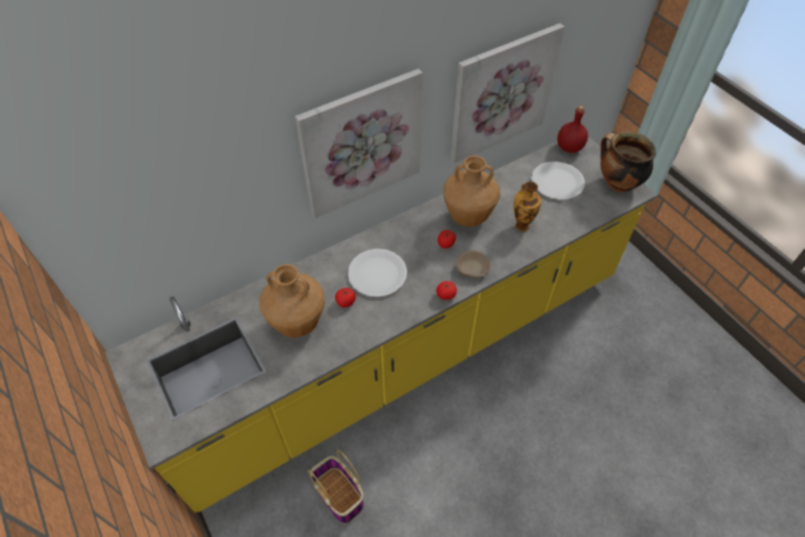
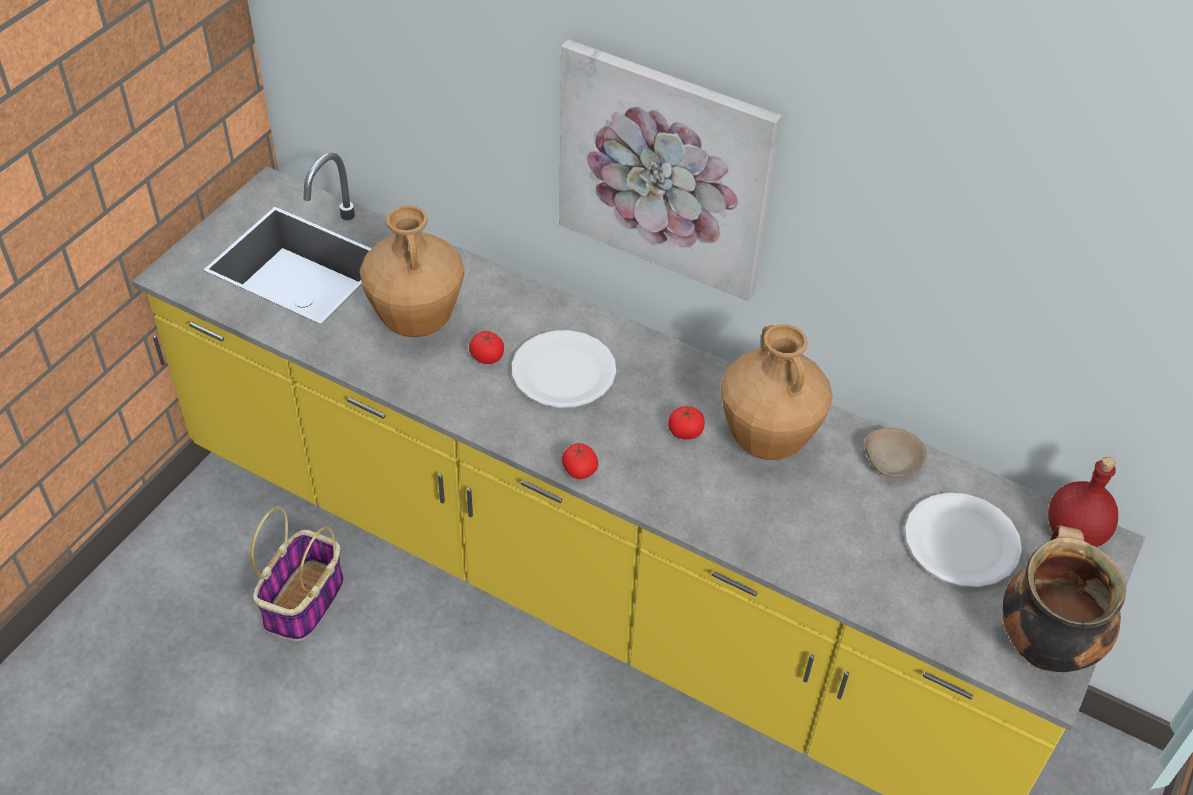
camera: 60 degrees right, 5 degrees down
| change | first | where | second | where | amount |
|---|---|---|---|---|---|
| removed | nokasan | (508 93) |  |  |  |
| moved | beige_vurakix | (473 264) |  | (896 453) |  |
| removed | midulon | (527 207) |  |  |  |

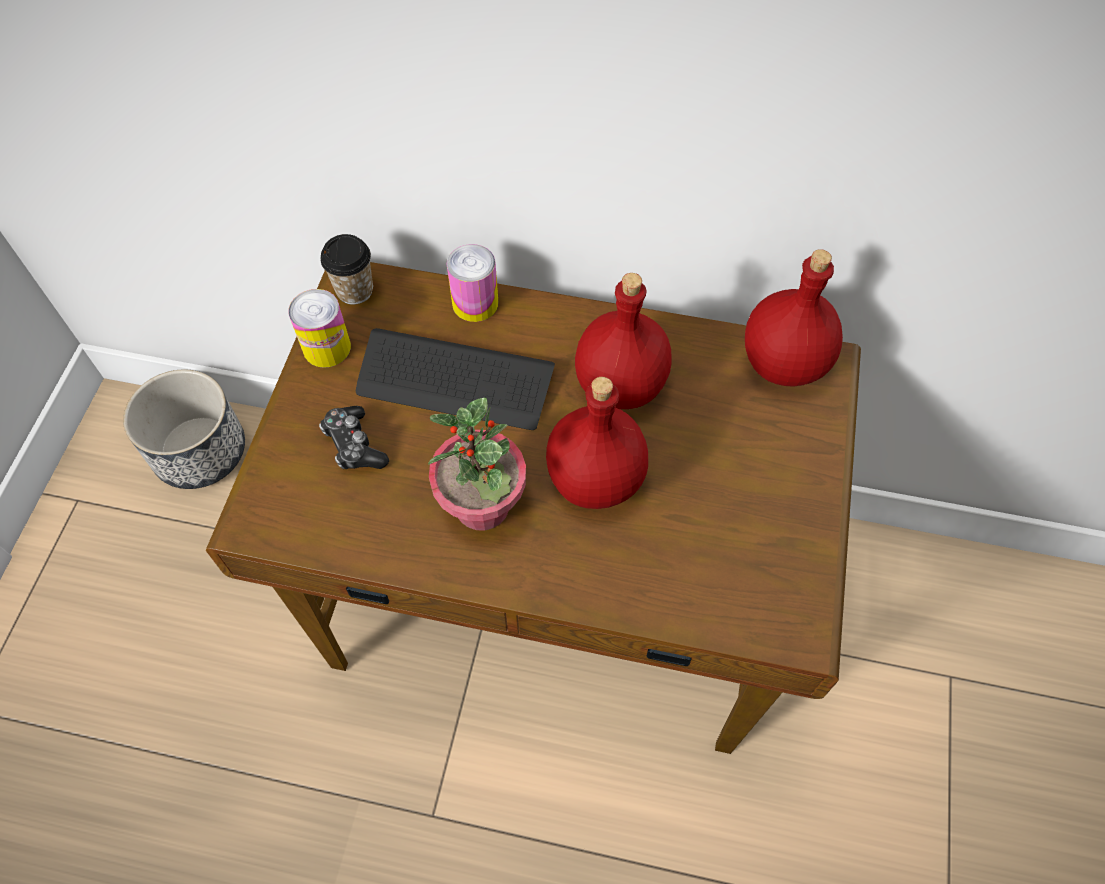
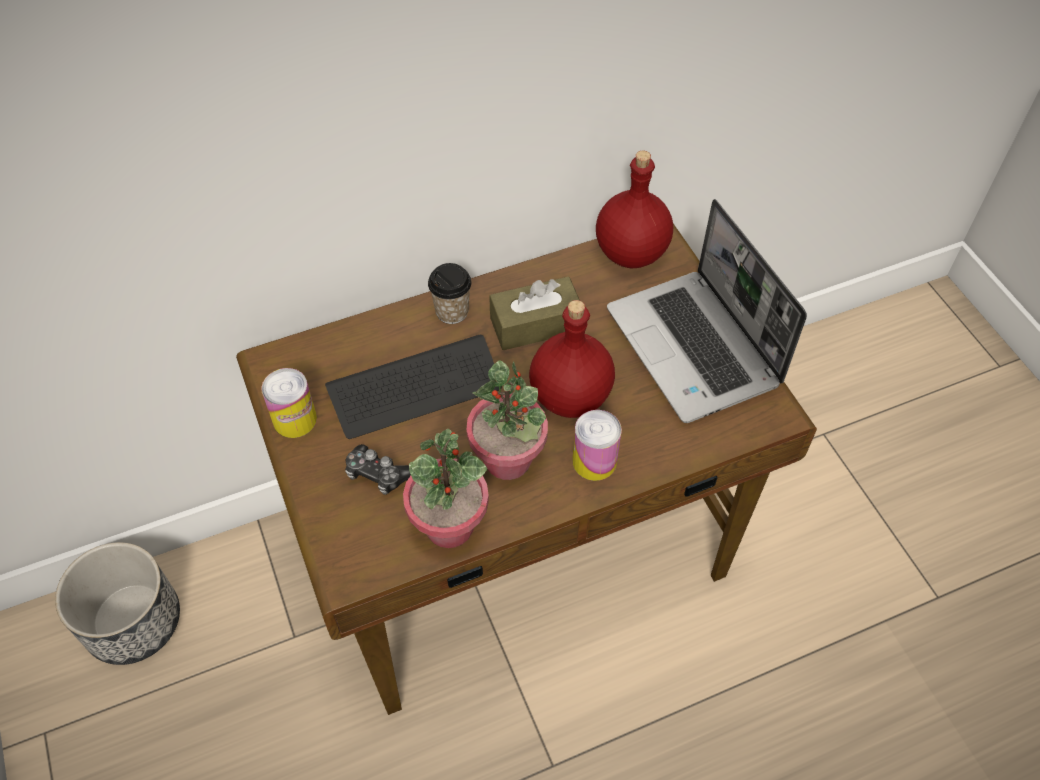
camera: 35 degrees left, 5 degrees down
| change | first | where | second | where | amount |
|---|---|---|---|---|---|
| moved | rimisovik | (346 269) |  | (450 293) |  |
| moved | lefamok | (472 283) |  | (597 445) |  |
| replaced | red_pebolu | (623 341) | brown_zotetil | (534 313) |  |
| added |  |  | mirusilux | (446 488) |  |
| added |  |  | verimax | (707 311) |  |

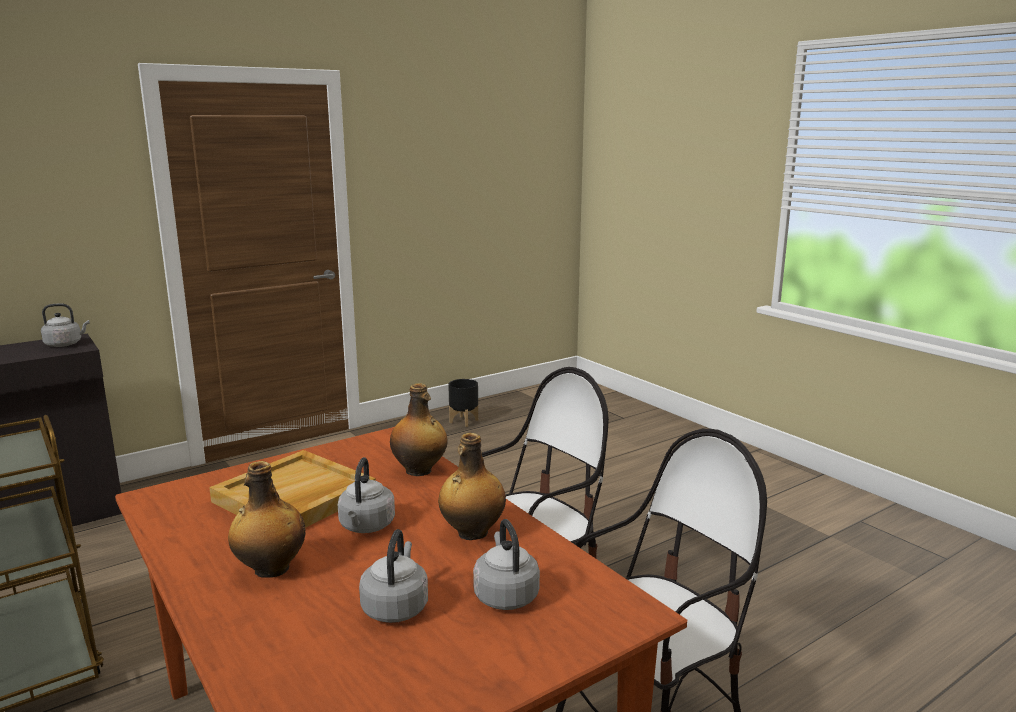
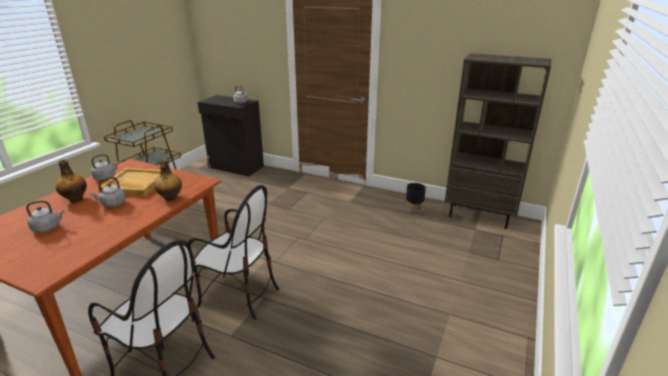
camera: 60 degrees right, 10 degrees up
| change | first | where | second | where | amount |
|---|---|---|---|---|---|
| removed | pebolu | (472 486) |  |  |  |
| moved | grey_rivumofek | (506 564) |  | (105 167) |  |
| added |  |  | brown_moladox | (498 141) |  |

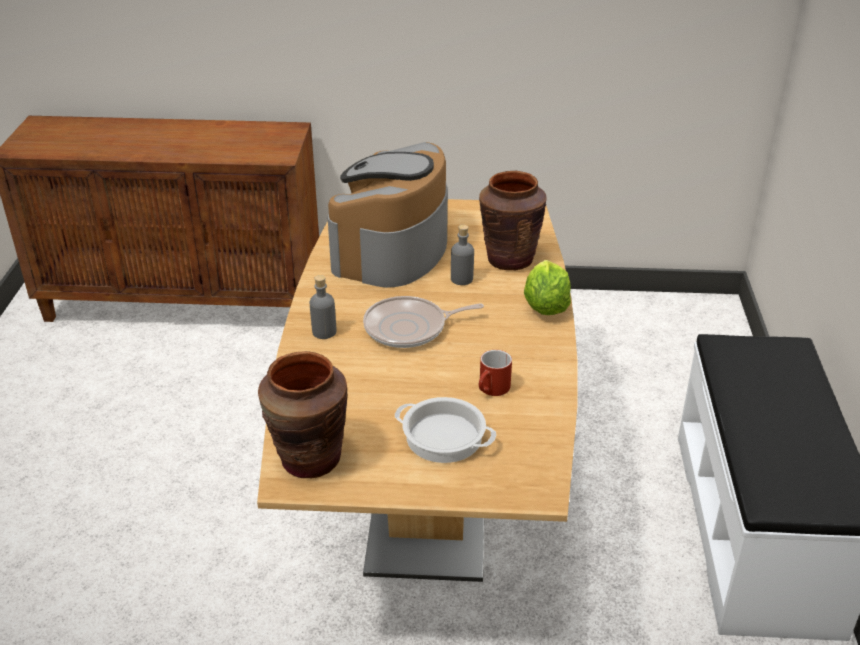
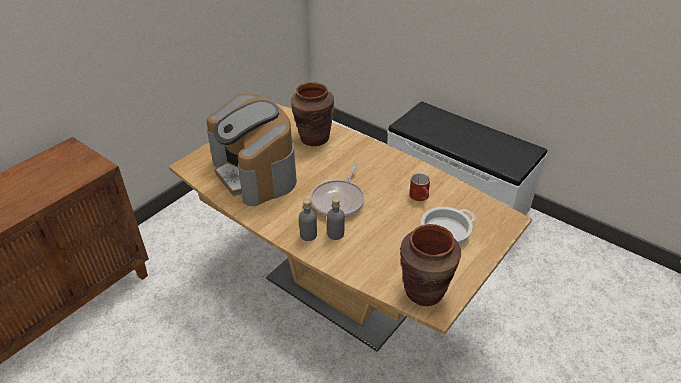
camera: 55 degrees left, 5 degrees up
| change | first | where | second | where | amount |
|---|---|---|---|---|---|
| moved | grey_pebolu | (462 255) |  | (336 218) |  |
| removed | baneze | (547 287) |  |  |  |

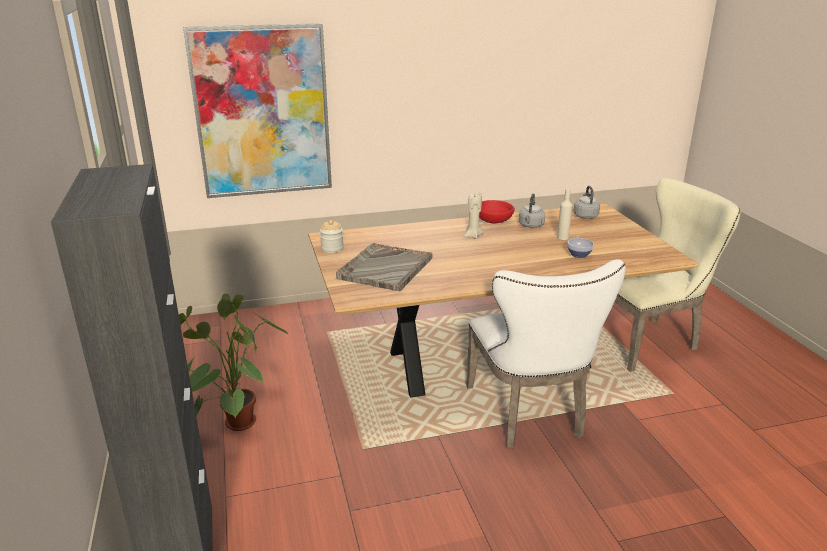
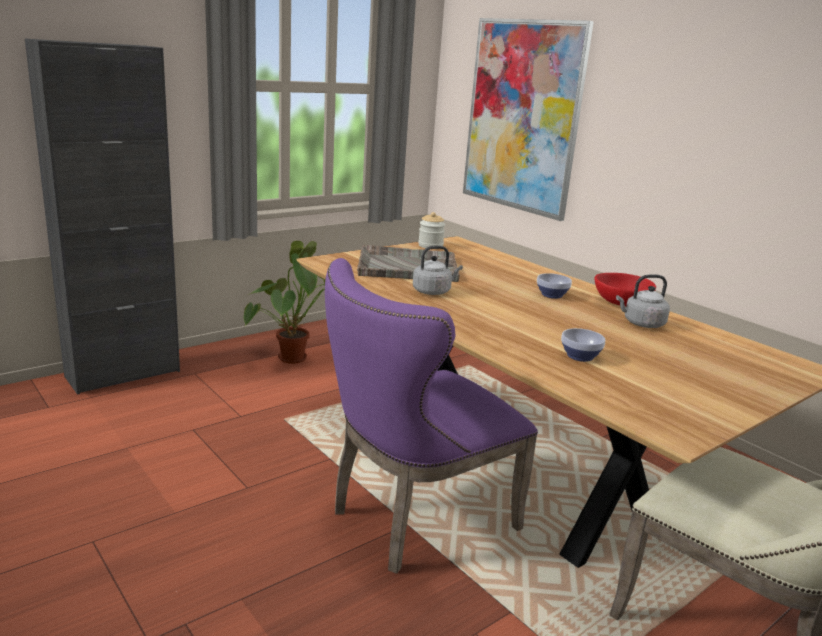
camera: 65 degrees right, 5 degrees down
| change | first | where | second | where | amount |
|---|---|---|---|---|---|
| replaced | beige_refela | (474 215) | vurakix | (554 286) |  |
| recoloured | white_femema | (545 353) | purple_femema | (431 416) |  |
| removed | beige_pebolu | (564 214) |  |  |  |
| moved | grey_rivumofek | (587 202) |  | (438 270) |  |

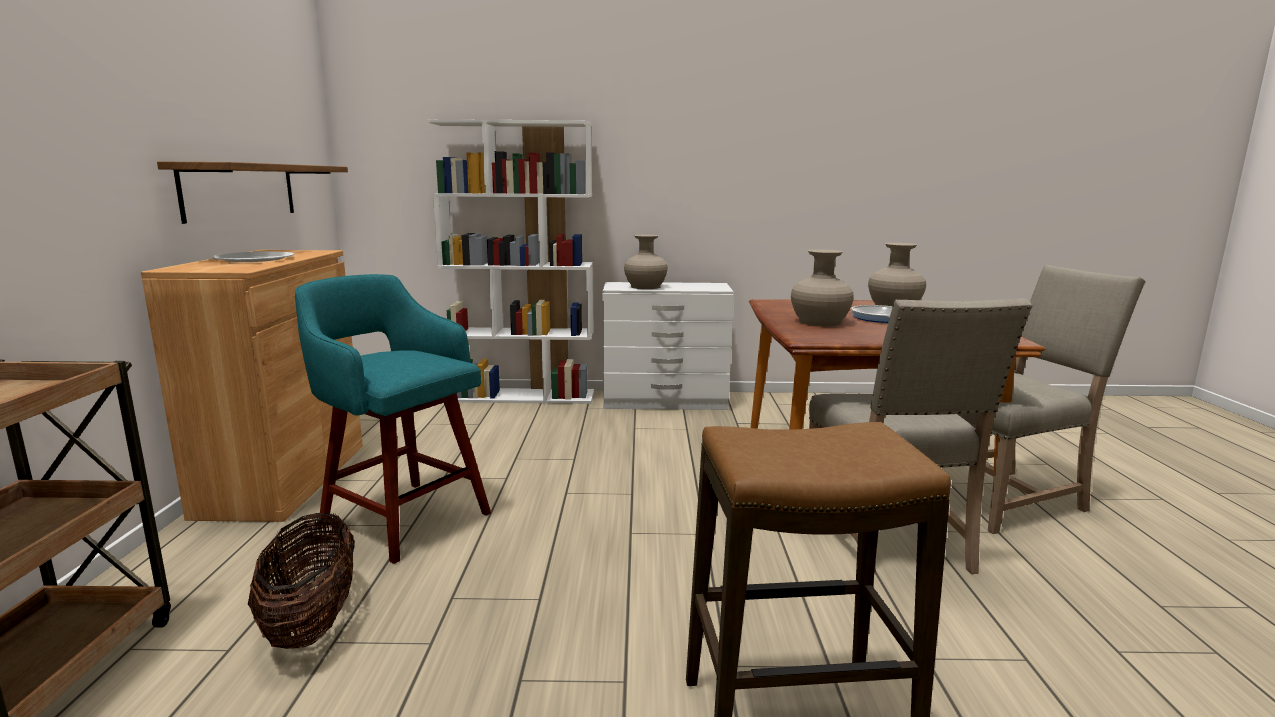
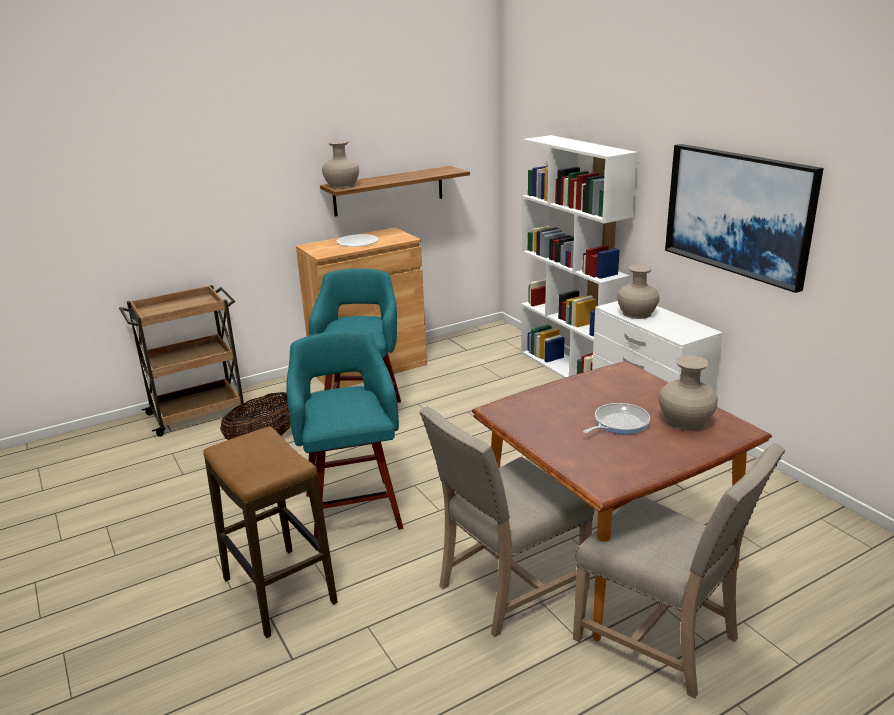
camera: 60 degrees right, 10 degrees up
| change | first | where | second | where | amount |
|---|---|---|---|---|---|
| moved | beige_midulon | (822 287) |  | (340 164) |  |
| added |  |  | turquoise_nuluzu | (345 435) |  |
| added |  |  | nokasan | (744 218) |  |

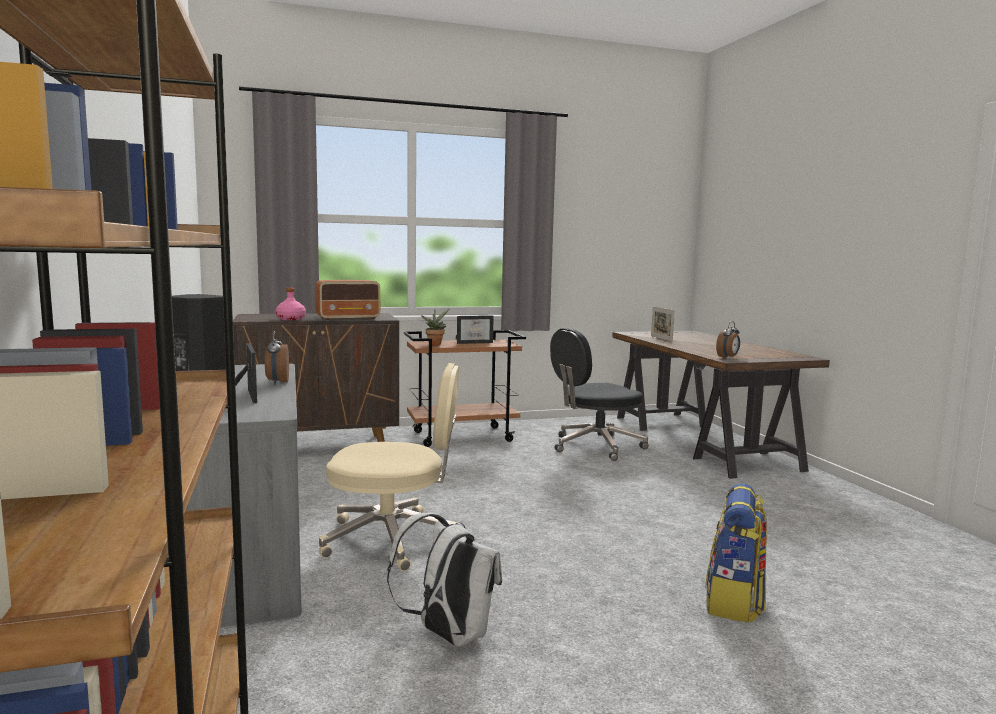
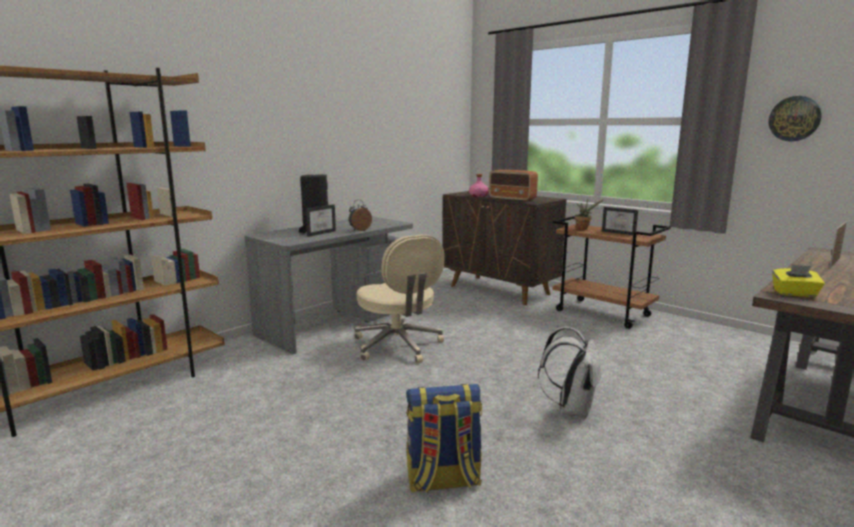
camera: 60 degrees right, 5 degrees up
| change | first | where | second | where | amount |
|---|---|---|---|---|---|
| moved | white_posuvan | (444 580) |  | (569 373) |  |
| removed | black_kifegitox | (599 394) |  |  |  |
| replaced | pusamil | (728 339) | yellow_zotetil | (798 281) |  |
| added |  |  | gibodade | (795 118) |  |

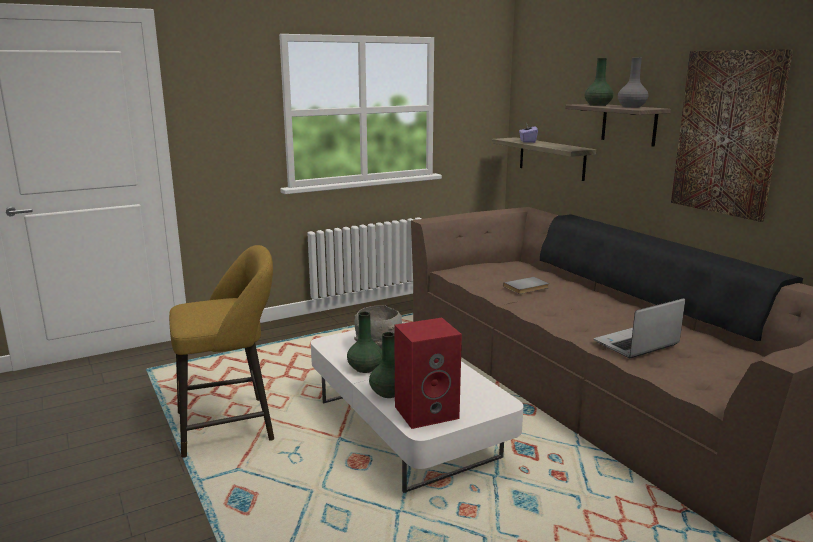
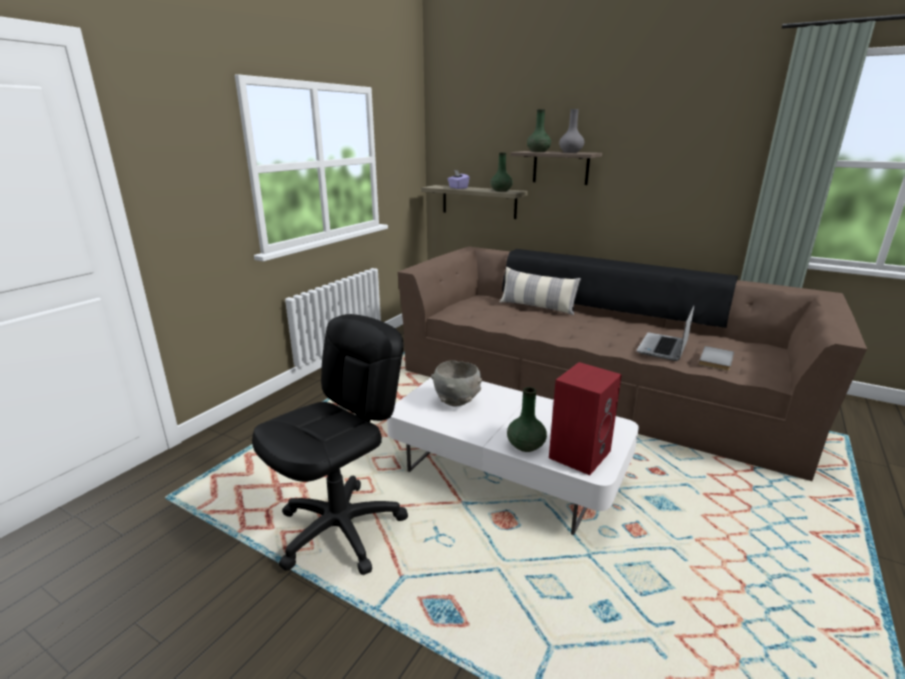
camera: 30 degrees left, 5 degrees up
| change | first | where | second | where | amount |
|---|---|---|---|---|---|
| replaced | yellow_nuluzu | (221 351) | black_kifegitox | (330 444) |  |
| moved | green_midulon | (364 342) |  | (501 172) |  |
| moved | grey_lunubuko | (526 285) |  | (716 358) |  |
| removed | nokasan | (732 135) |  |  |  |
| added |  |  | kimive | (540 291) |  |

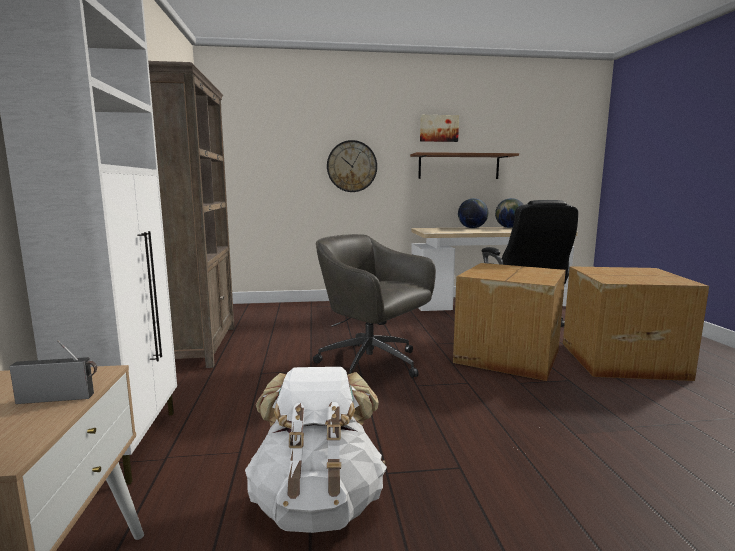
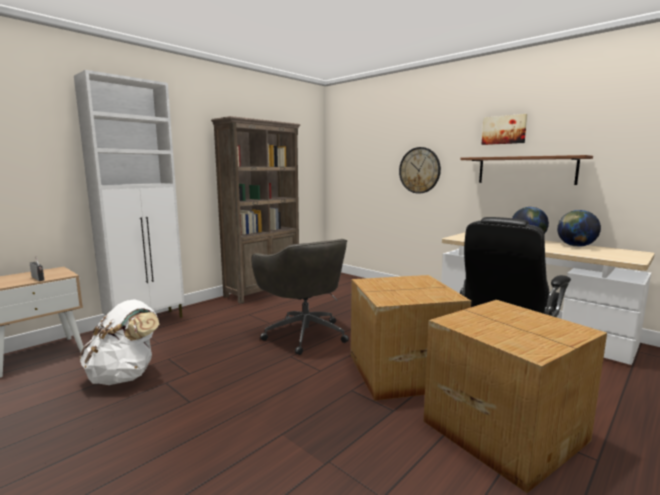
camera: 50 degrees right, 0 degrees up
| change | first | where | second | where | amount |
|---|---|---|---|---|---|
| turned | grey_kifegitox | (374 306) |  | (300 297) | 150 degrees clockwise |

